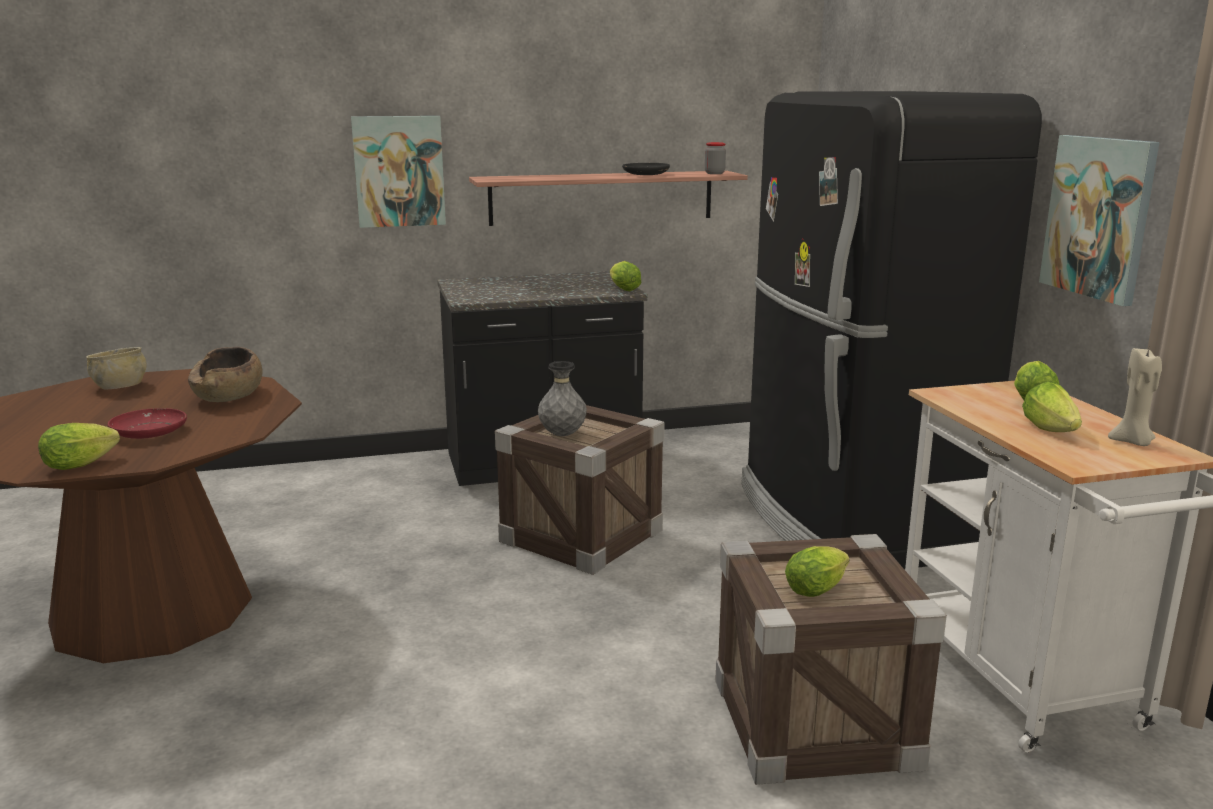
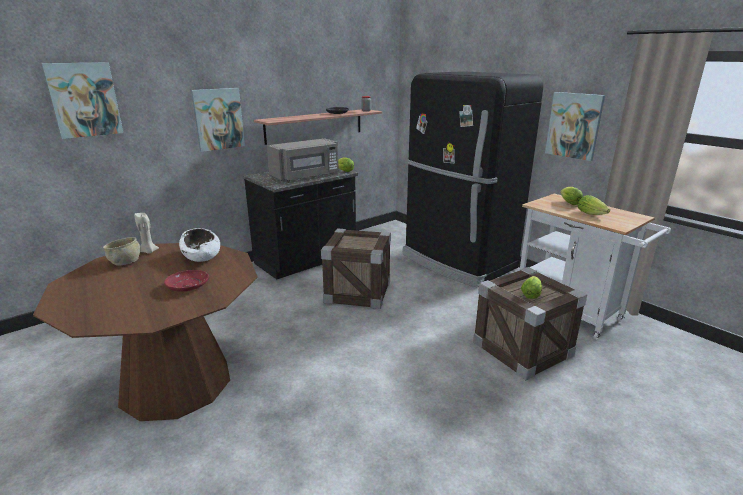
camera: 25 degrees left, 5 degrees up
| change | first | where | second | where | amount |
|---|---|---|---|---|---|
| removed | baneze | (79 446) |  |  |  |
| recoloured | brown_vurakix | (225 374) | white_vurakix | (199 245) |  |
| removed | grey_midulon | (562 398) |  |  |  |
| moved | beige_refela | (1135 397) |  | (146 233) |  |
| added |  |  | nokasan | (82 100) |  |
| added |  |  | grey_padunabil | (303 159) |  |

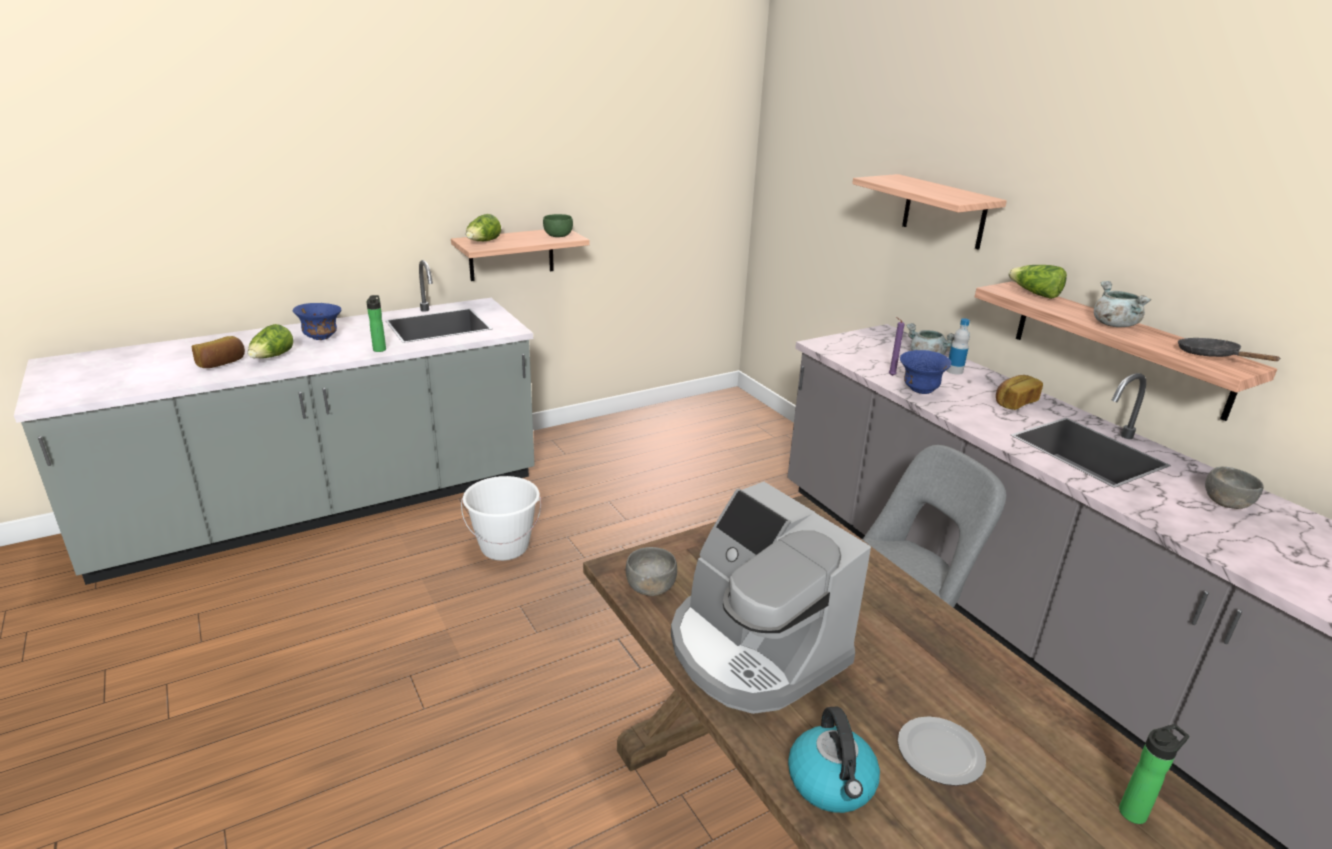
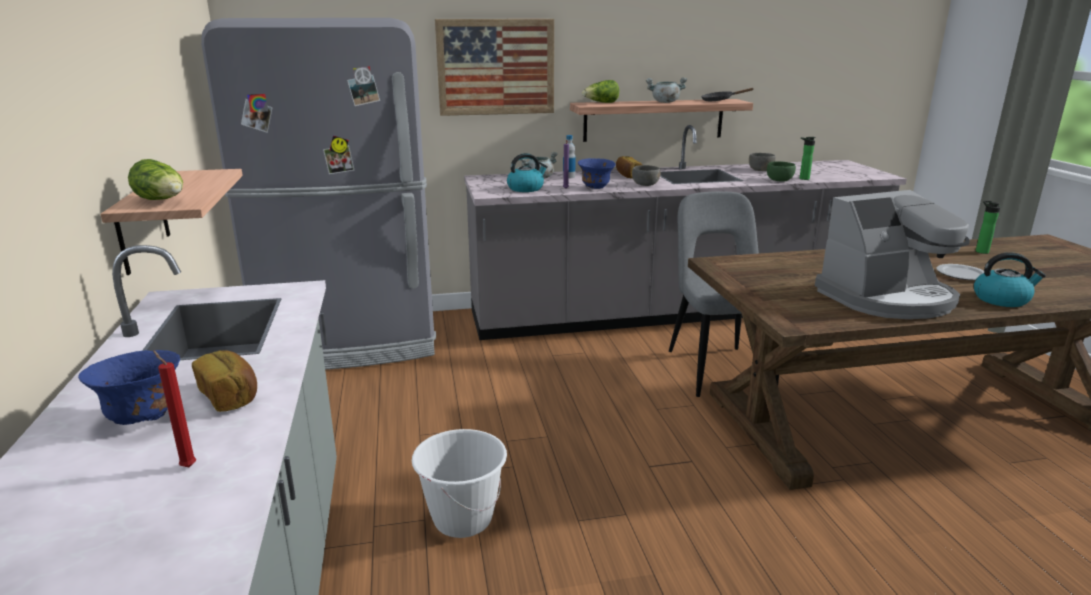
camera: 70 degrees left, 5 degrees down
| change | first | where | second | where | amount |
|---|---|---|---|---|---|
| moved | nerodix | (218 352) |  | (224 381) |  |
| replaced | baneze | (270 341) | red_refela | (174 408) |  |
| moved | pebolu | (376 323) |  | (808 158) |  |
| moved | green_vurakix | (558 225) |  | (781 171) |  |
| moved | grey_vurakix | (651 571) |  | (646 175) |  |
| replaced | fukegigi | (929 212) | nokasan | (494 67) |  |
| added |  |  | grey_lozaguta | (318 194) |  |
| added |  |  | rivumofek | (527 172) |  |

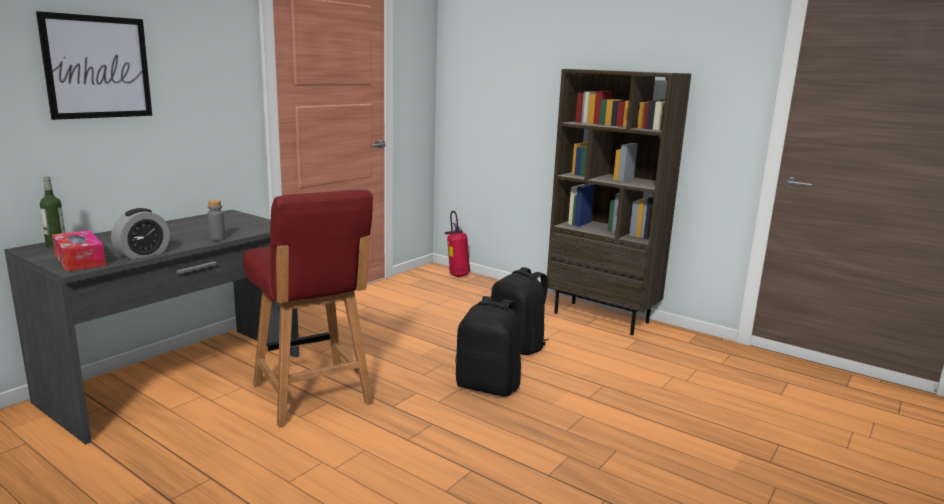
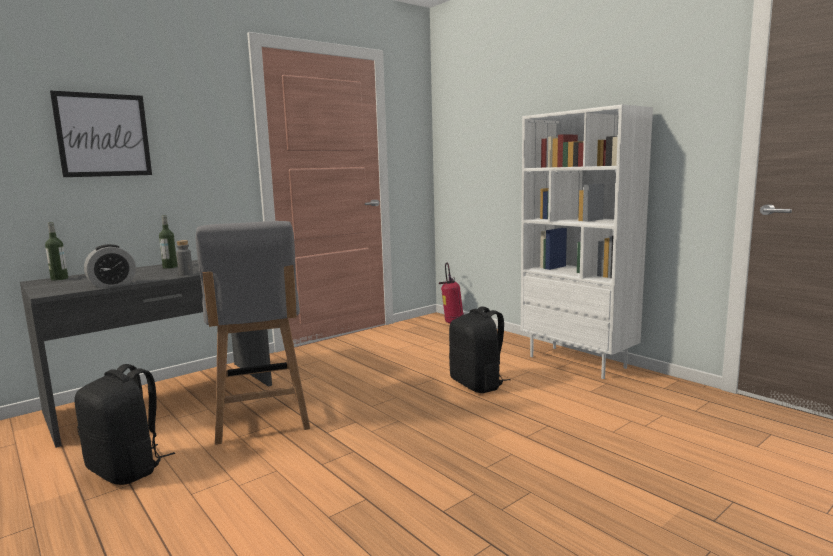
camera: 15 degrees right, 5 degrees down
| change | first | where | second | where | amount |
|---|---|---|---|---|---|
| removed | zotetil | (79 251) |  |  |  |
| recoloured | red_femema | (308 308) | grey_femema | (253 333) |  |
| moved | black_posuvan | (488 346) |  | (124 424) |  |
| recoloured | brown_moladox | (619 202) | white_moladox | (587 241) |  |
| added |  |  | pebolu | (168 242) |  |

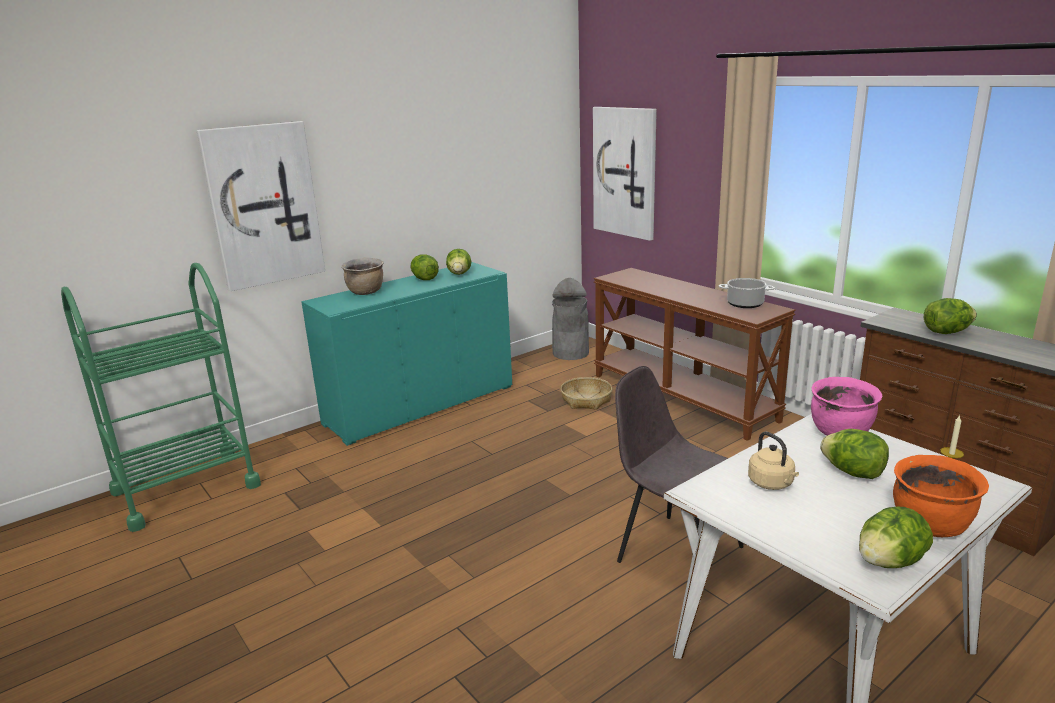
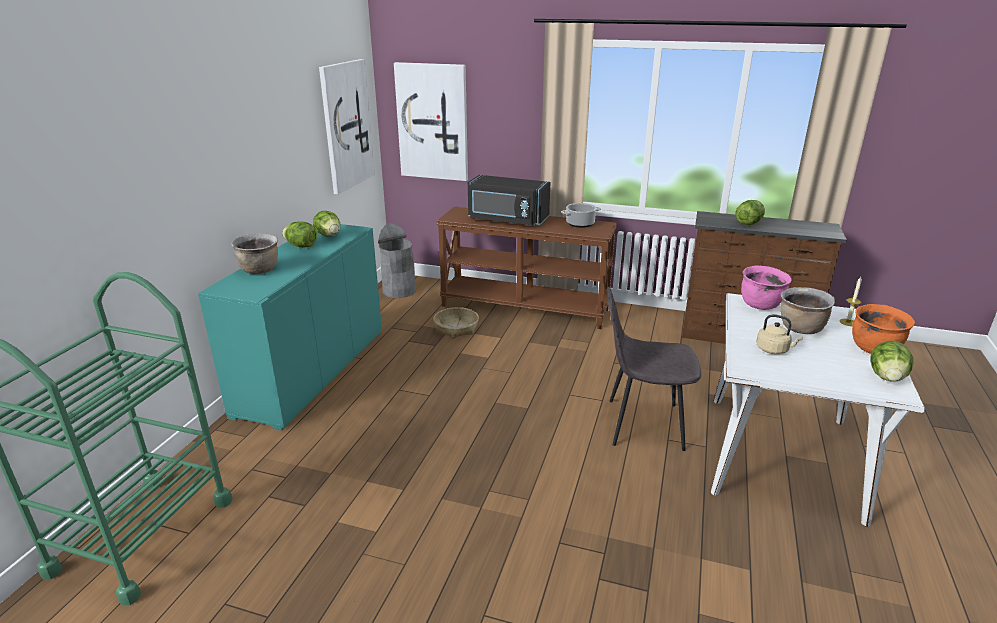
camera: 35 degrees left, 5 degrees up
| change | first | where | second | where | amount |
|---|---|---|---|---|---|
| moved | nokasan | (261 206) |  | (347 126) |  |
| replaced | baneze | (854 454) | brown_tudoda | (807 310) |  |
| added |  |  | black_padunabil | (509 200) |  |

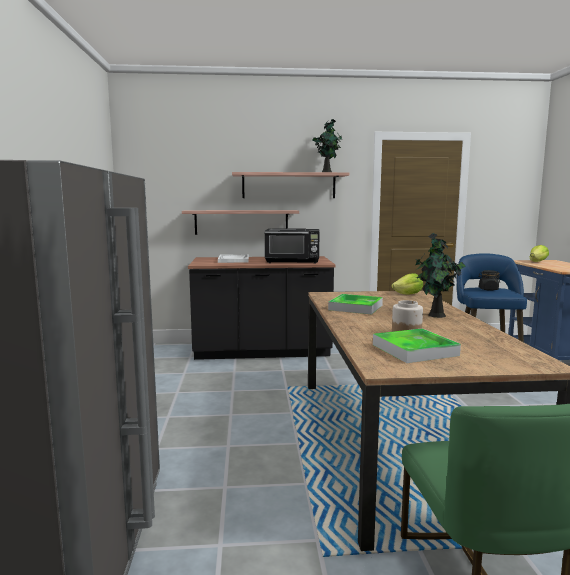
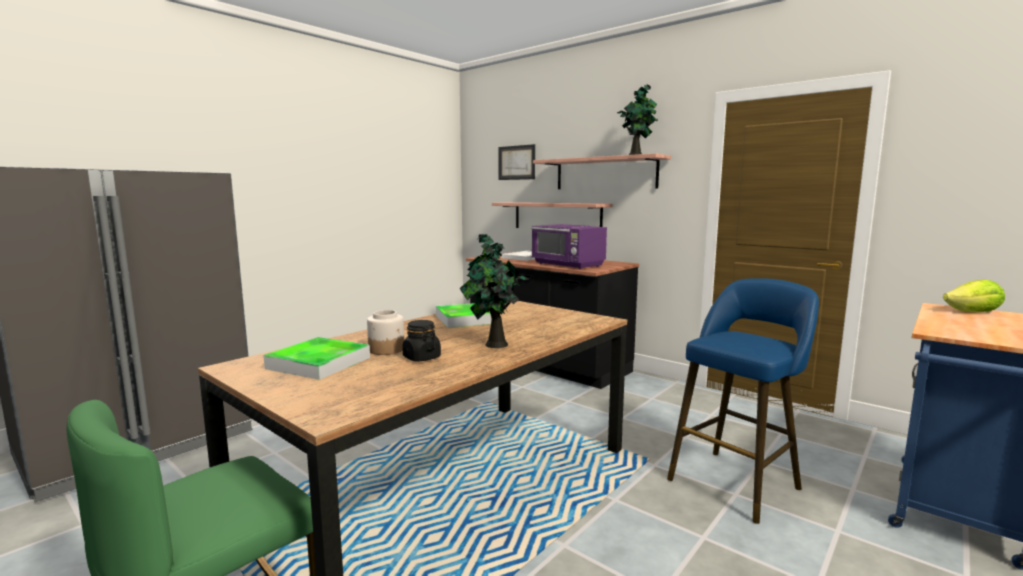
camera: 45 degrees right, 0 degrees up
| change | first | where | second | where | amount |
|---|---|---|---|---|---|
| recoloured | black_padunabil | (292 246) | purple_padunabil | (569 246) |  |
| removed | baneze | (407 284) |  |  |  |
| moved | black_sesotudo | (489 280) |  | (421 341) |  |
| added |  |  | nokasan | (517 162) |  |

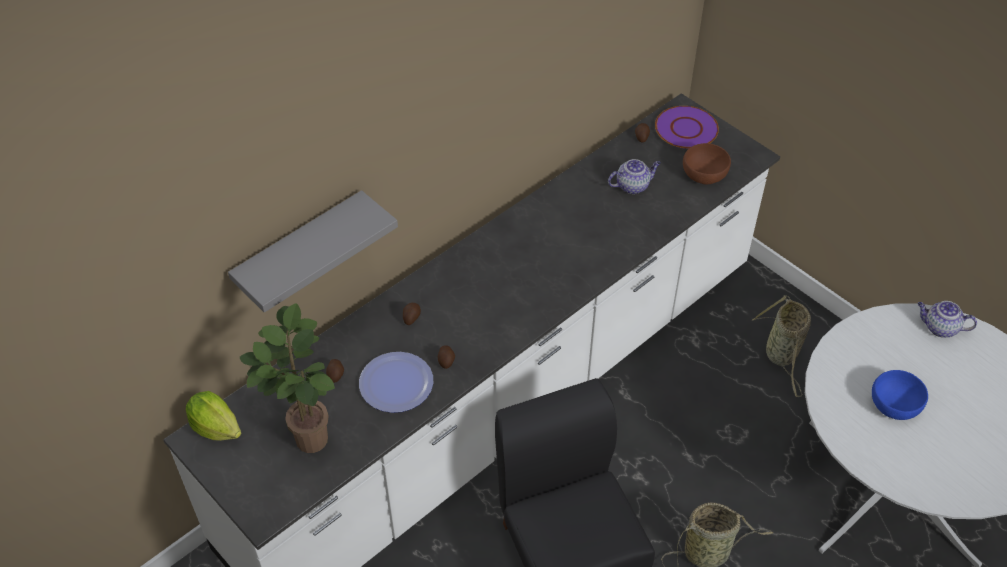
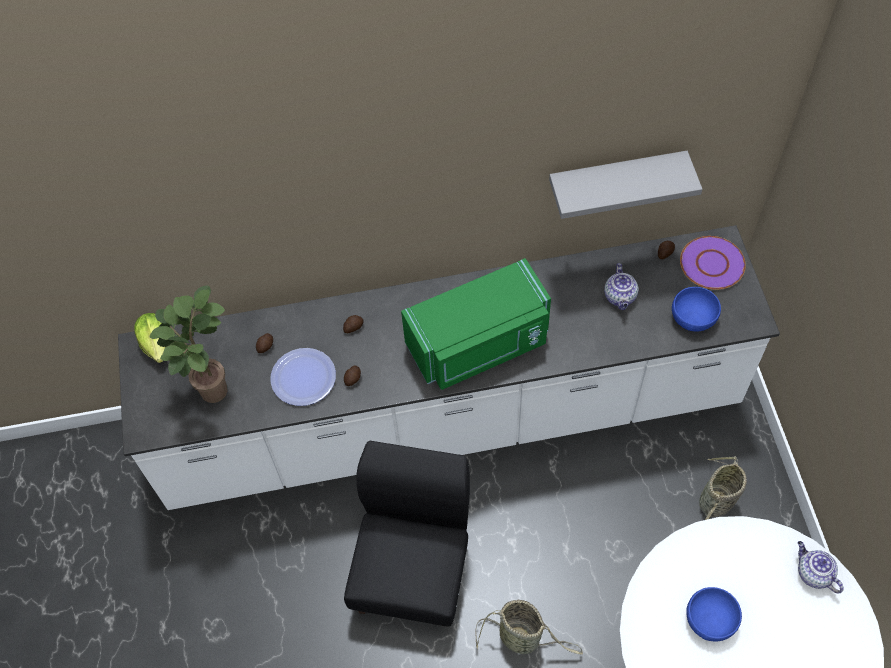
camera: 35 degrees right, 10 degrees up
| change | first | where | second | where | amount |
|---|---|---|---|---|---|
| moved | grey_fukegigi | (313 251) |  | (626 185) |  |
| turned | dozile | (634 176) |  | (621 286) | 75 degrees clockwise |
| recoloured | brown_vurakix | (707 164) | blue_vurakix | (696 309) |  |
| added |  |  | green_padunabil | (476 324) |  |

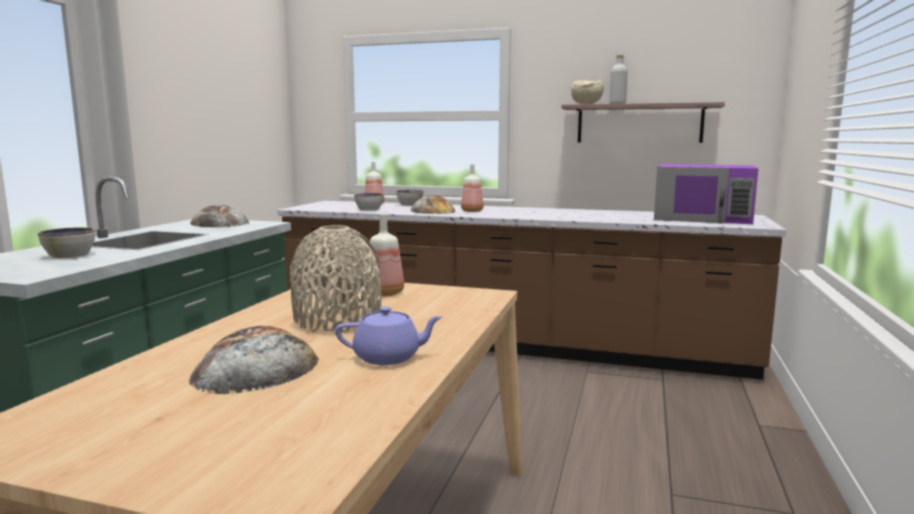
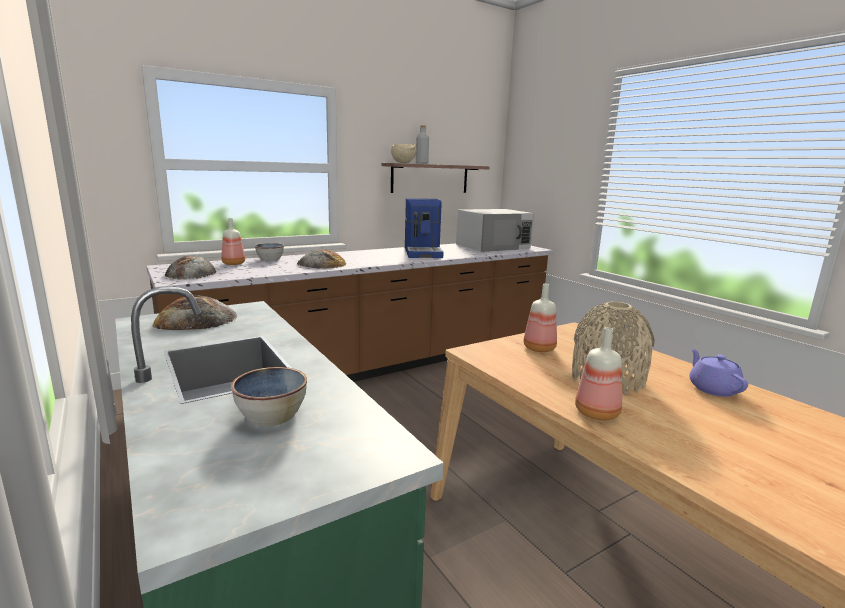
camera: 50 degrees left, 5 degrees up
| change | first | where | second | where | amount |
|---|---|---|---|---|---|
| moved | nerodix | (254 360) |  | (190 267) |  |
| turned | purple_dozile | (388 335) |  | (718 372) | 45 degrees counterclockwise |
| removed | vurakix | (369 201) |  |  |  |
| moved | pebolu | (472 188) |  | (598 373) |  |
| recoloured | purple_padunabil | (706 194) | white_padunabil | (495 230) |  |
| added |  |  | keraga | (424 228) |  |

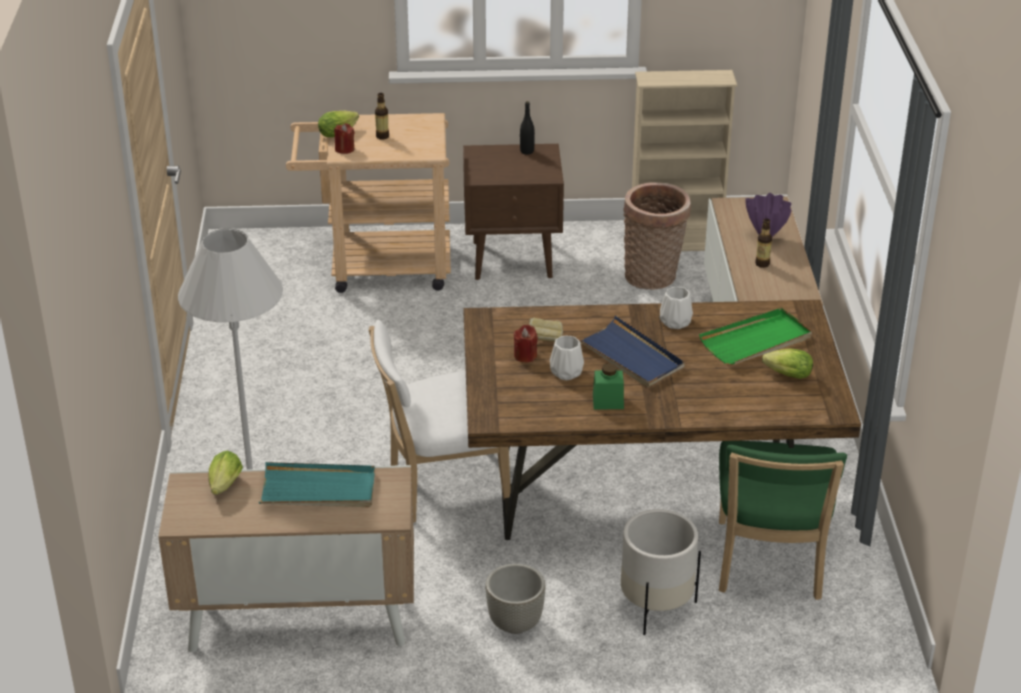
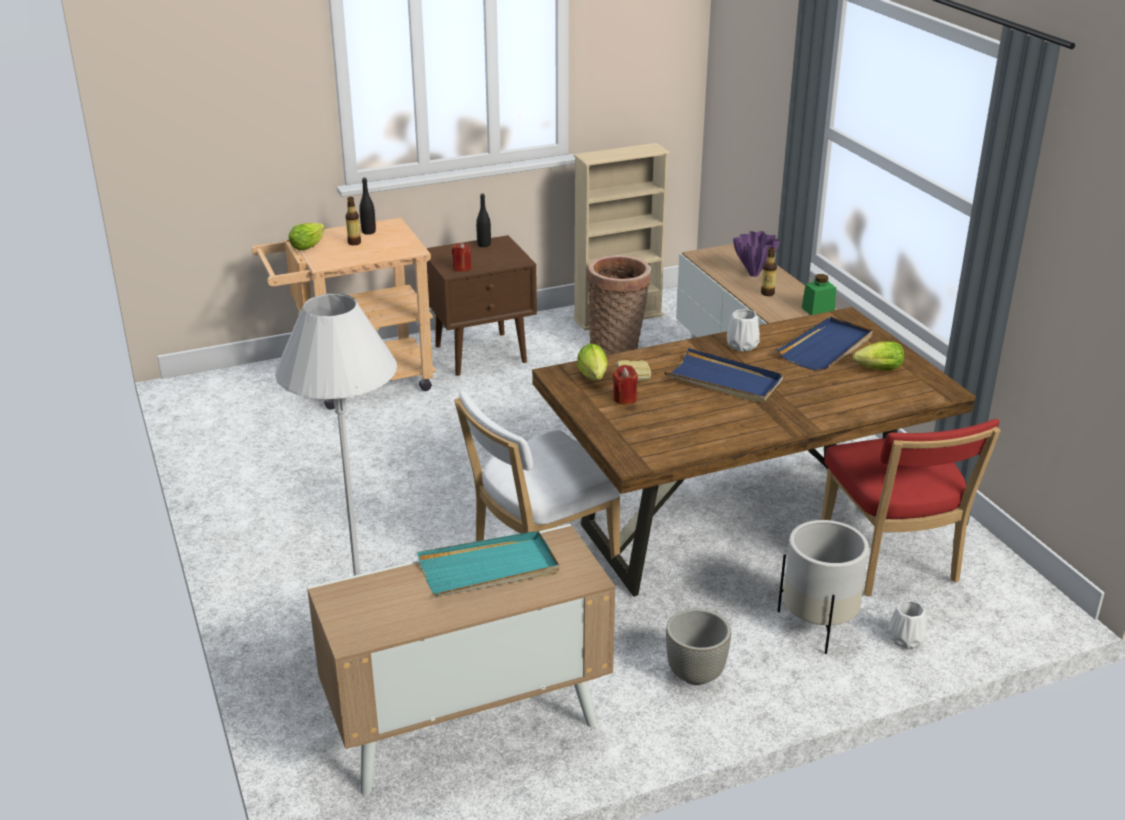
camera: 20 degrees left, 5 degrees down
| change | first | where | second | where | amount |
|---|---|---|---|---|---|
| moved | baneze | (225 473) |  | (592 362) |  |
| moved | red_refela | (344 138) |  | (462 257) |  |
| moved | white_midulon | (567 358) |  | (907 625) |  |
| moved | green_sesotudo | (608 386) |  | (819 294) |  |
| recoloured | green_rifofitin | (755 336) | blue_rifofitin | (825 344) |  |
| recoloured | green_femema | (783 520) | red_femema | (911 507) |  |
| added |  |  | black_pebolu | (367 206) |  |

